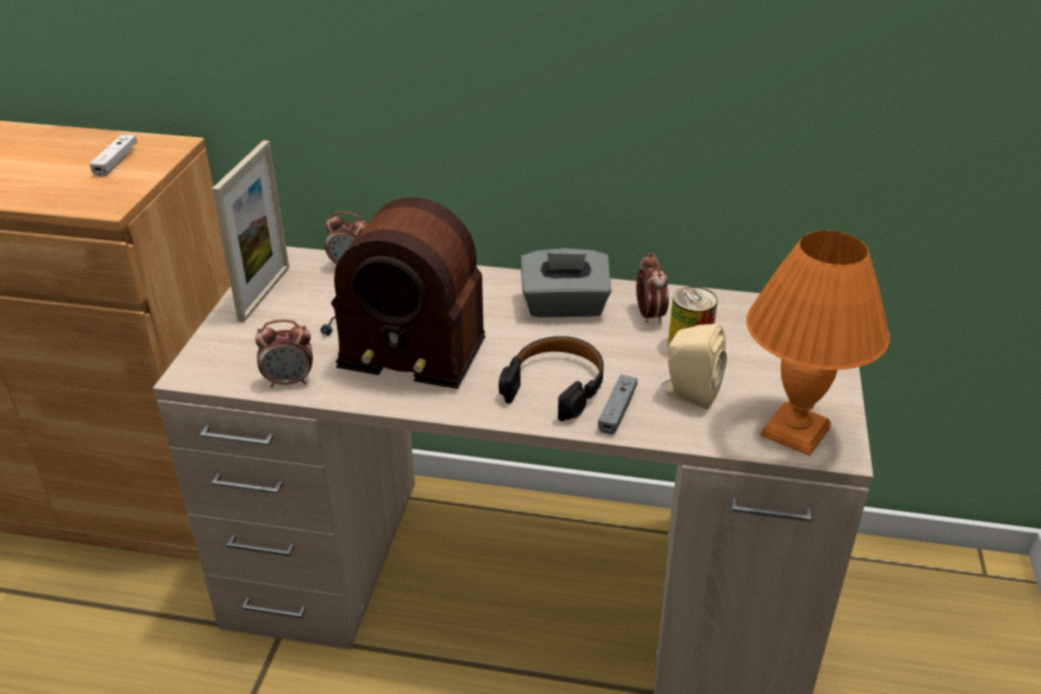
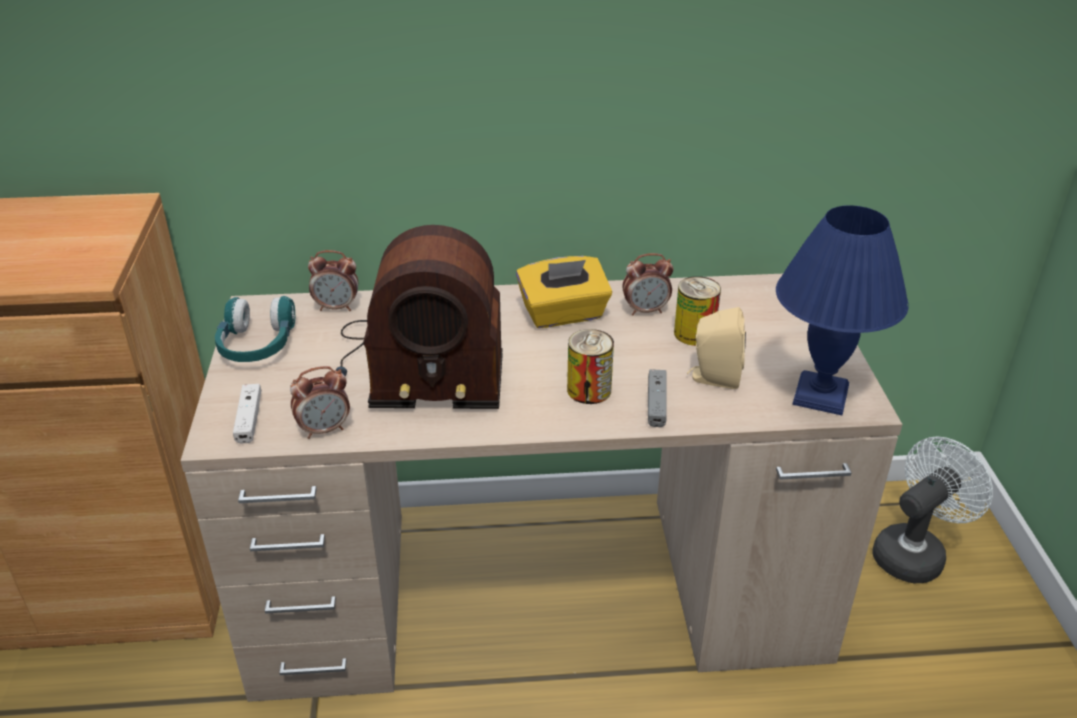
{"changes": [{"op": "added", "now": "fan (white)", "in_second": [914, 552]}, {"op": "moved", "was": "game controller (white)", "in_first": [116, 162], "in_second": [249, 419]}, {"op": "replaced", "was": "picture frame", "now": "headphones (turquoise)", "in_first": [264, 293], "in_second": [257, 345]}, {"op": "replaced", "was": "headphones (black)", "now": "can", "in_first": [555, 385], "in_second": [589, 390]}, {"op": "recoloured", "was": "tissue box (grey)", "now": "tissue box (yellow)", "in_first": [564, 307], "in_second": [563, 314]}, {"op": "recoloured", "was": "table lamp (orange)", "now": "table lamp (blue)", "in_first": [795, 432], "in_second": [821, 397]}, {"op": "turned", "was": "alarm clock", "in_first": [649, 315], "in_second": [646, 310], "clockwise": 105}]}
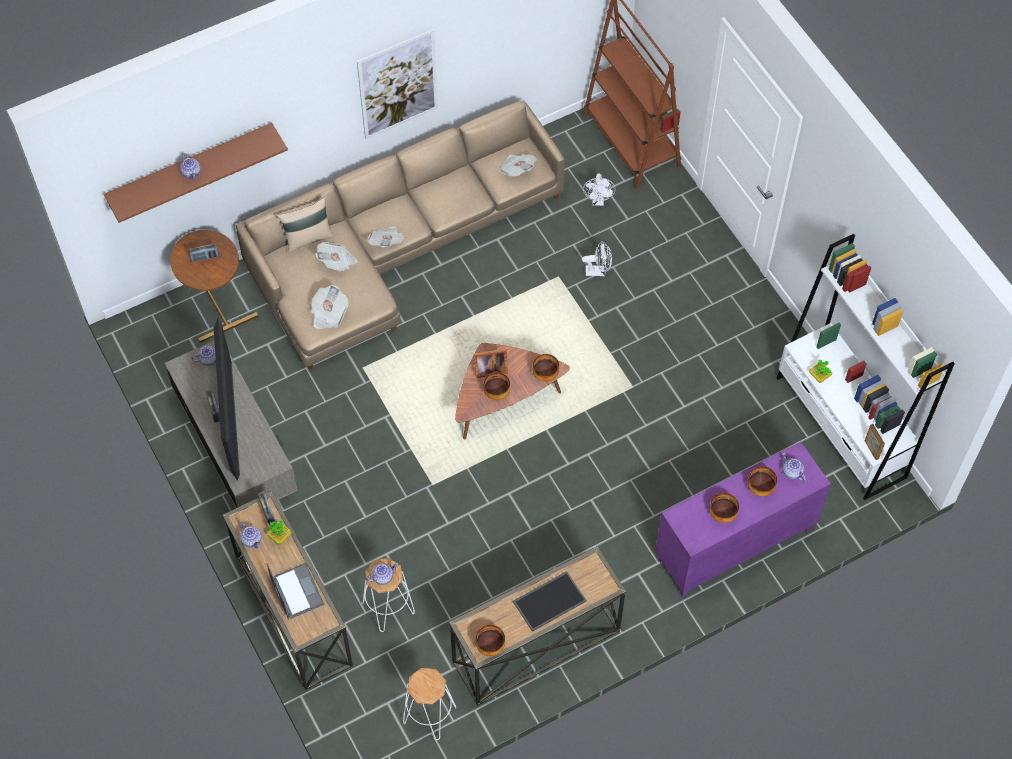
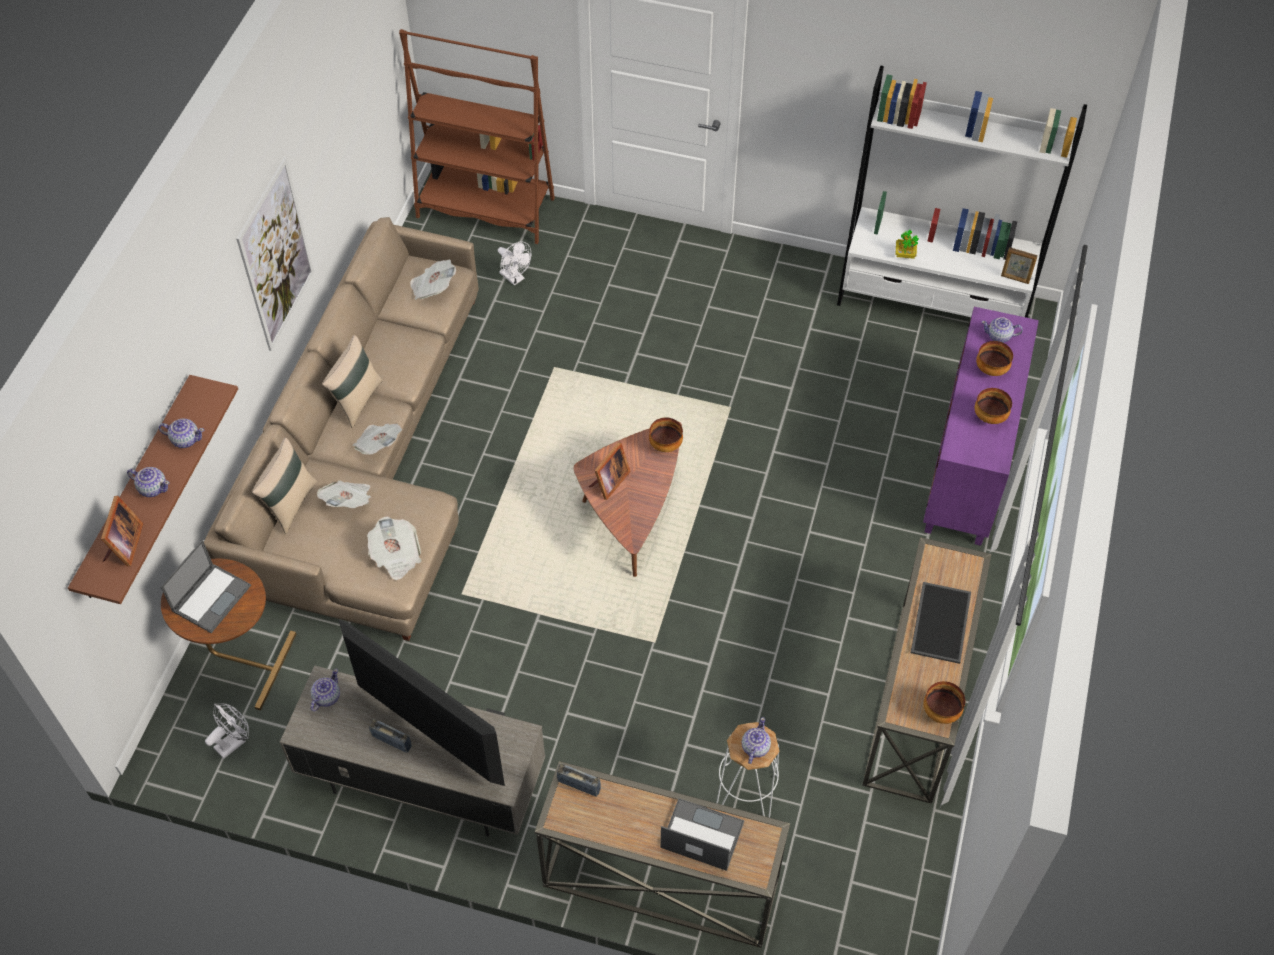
{"changes": [{"op": "removed", "was": "potted plant", "in_first": [280, 536]}, {"op": "removed", "was": "stool (white)", "in_first": [430, 715]}, {"op": "removed", "was": "bowl", "in_first": [497, 393]}, {"op": "added", "now": "picture frame", "in_second": [124, 546]}, {"op": "added", "now": "pillow (beige)", "in_second": [357, 400]}, {"op": "moved", "was": "teapot", "in_first": [252, 539], "in_second": [185, 439]}, {"op": "moved", "was": "fan (white)", "in_first": [598, 271], "in_second": [234, 741]}, {"op": "replaced", "was": "radio", "now": "laptop", "in_first": [205, 257], "in_second": [212, 597]}]}
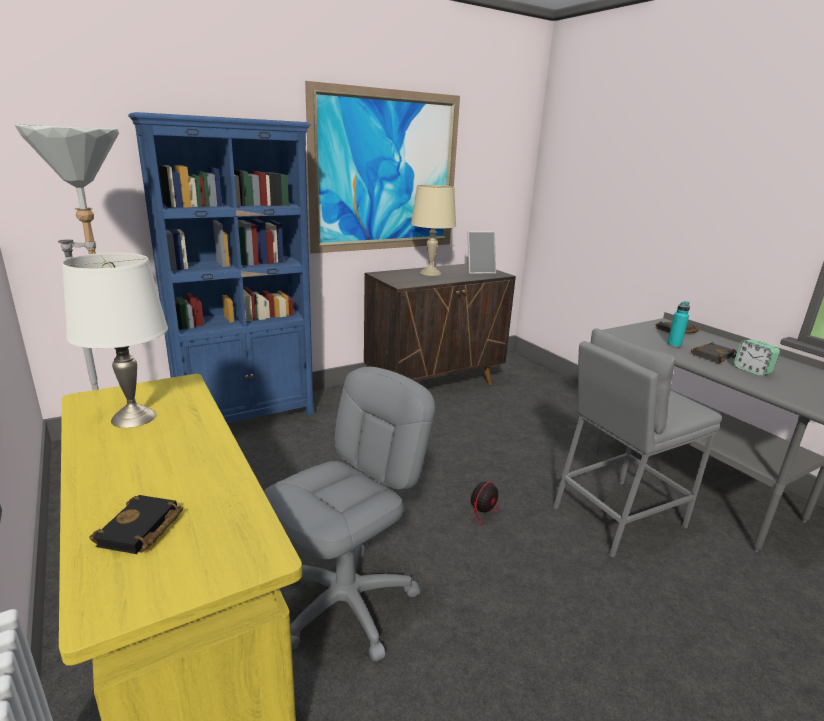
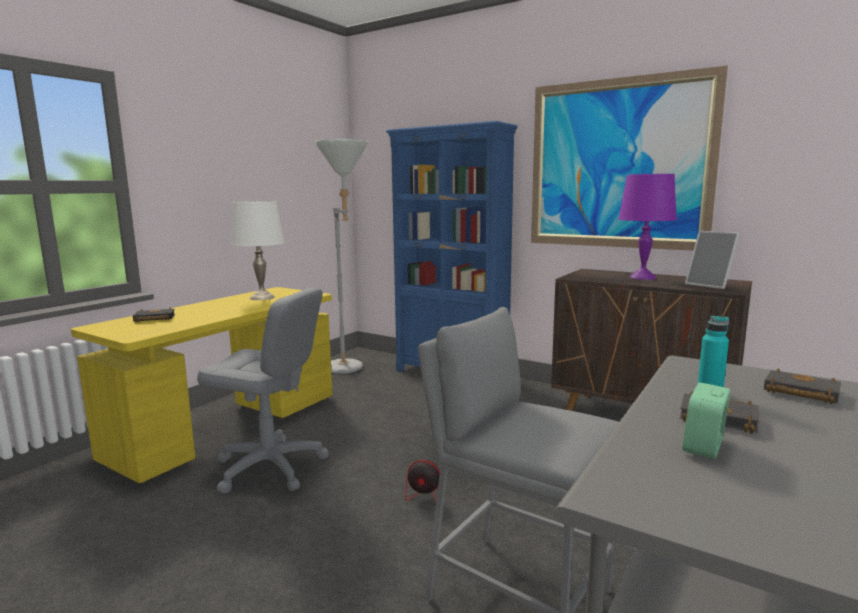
{"changes": [{"op": "recoloured", "was": "table lamp (beige)", "now": "table lamp (purple)", "in_first": [430, 273], "in_second": [642, 277]}]}
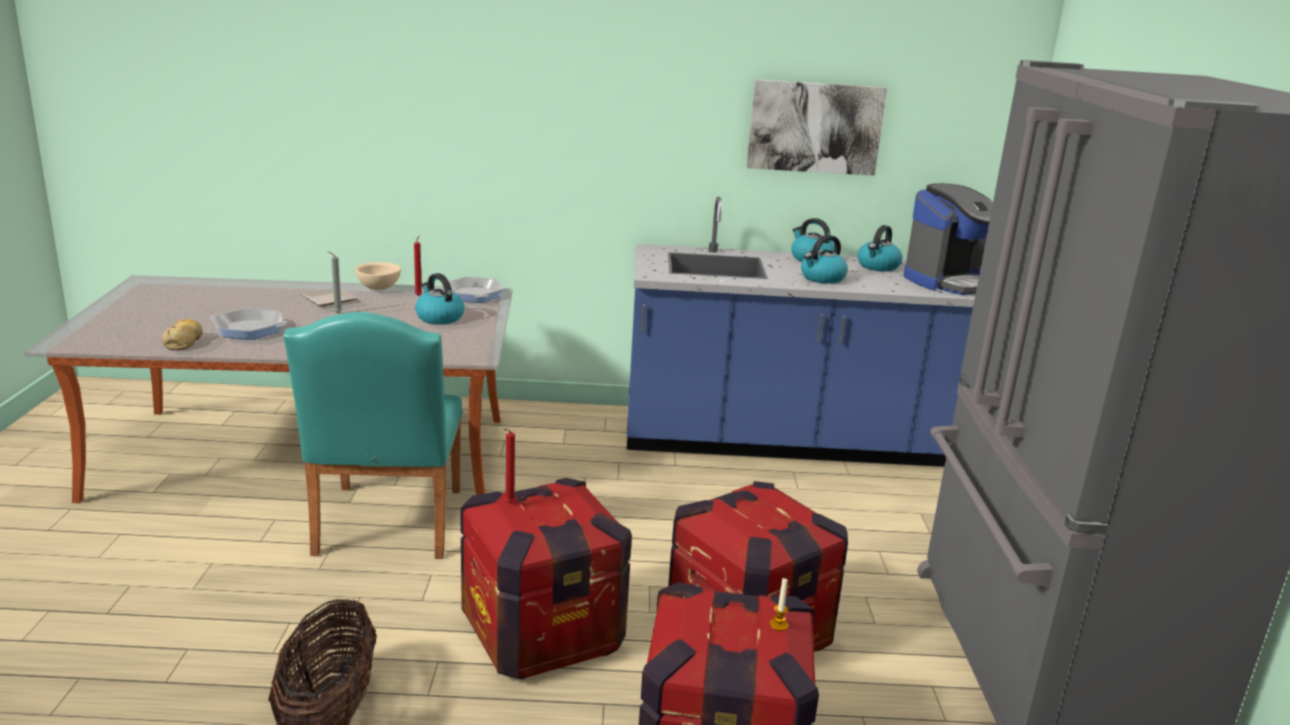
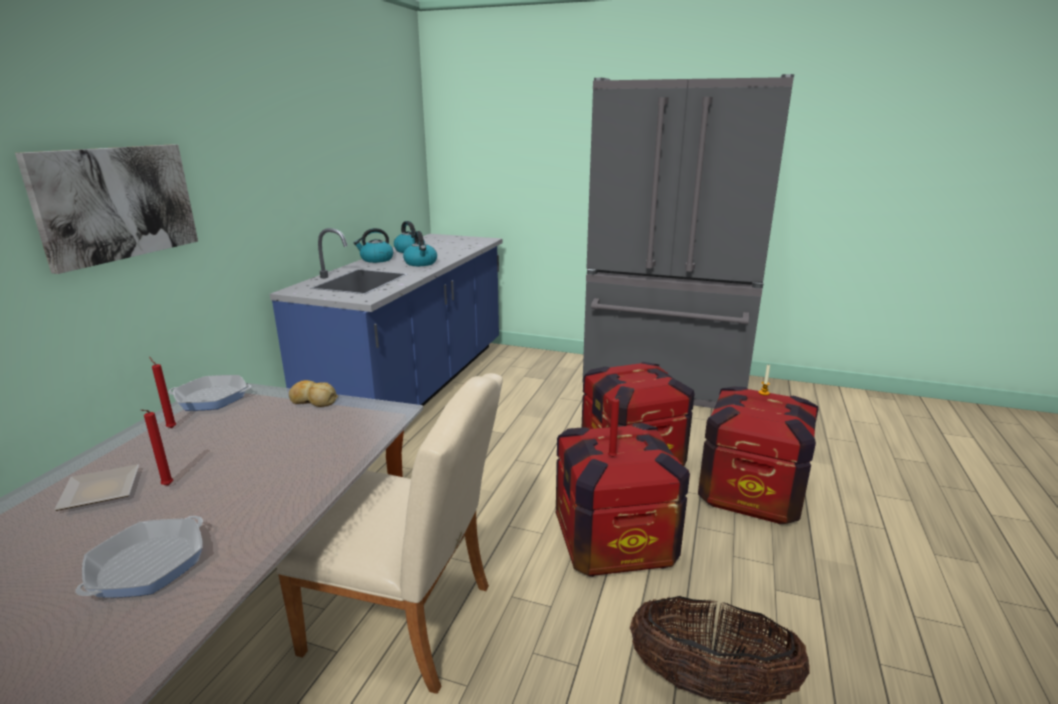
{"changes": [{"op": "removed", "was": "bowl (beige)", "in_first": [378, 288]}, {"op": "removed", "was": "kettle", "in_first": [439, 317]}, {"op": "removed", "was": "coffee machine", "in_first": [951, 281]}, {"op": "moved", "was": "bread", "in_first": [184, 342], "in_second": [313, 400]}, {"op": "moved", "was": "picture", "in_first": [815, 127], "in_second": [116, 203]}, {"op": "recoloured", "was": "chair (turquoise)", "now": "chair (beige)", "in_first": [386, 527], "in_second": [410, 622]}, {"op": "recoloured", "was": "candle (grey)", "now": "candle (red)", "in_first": [336, 313], "in_second": [166, 486]}]}
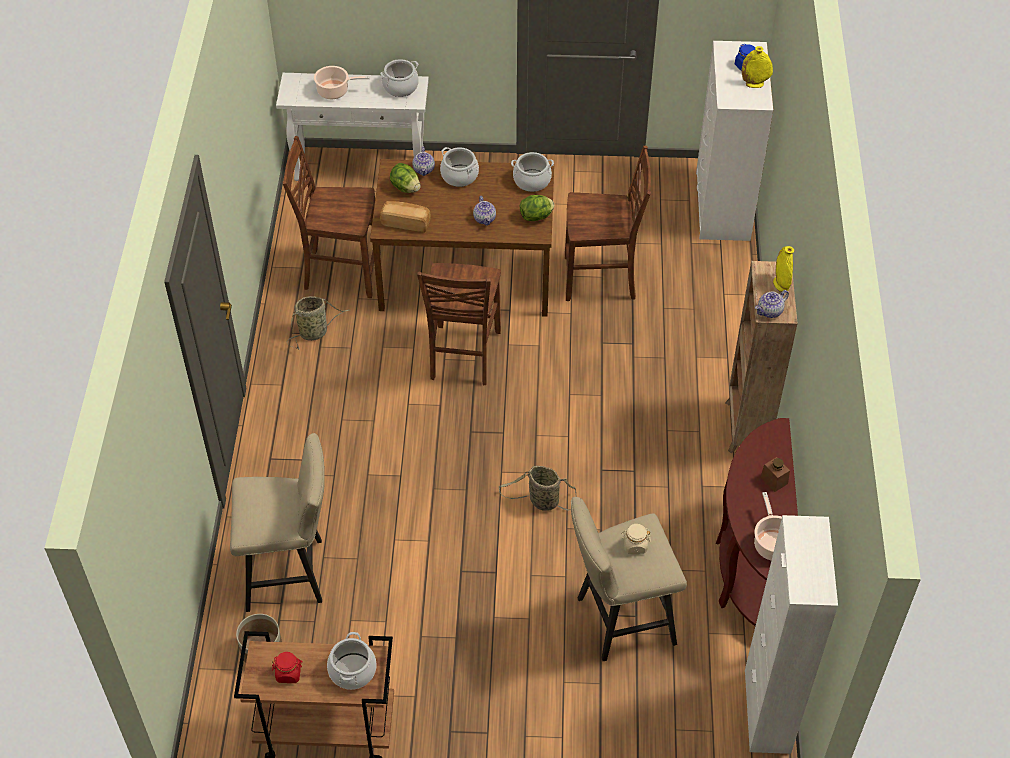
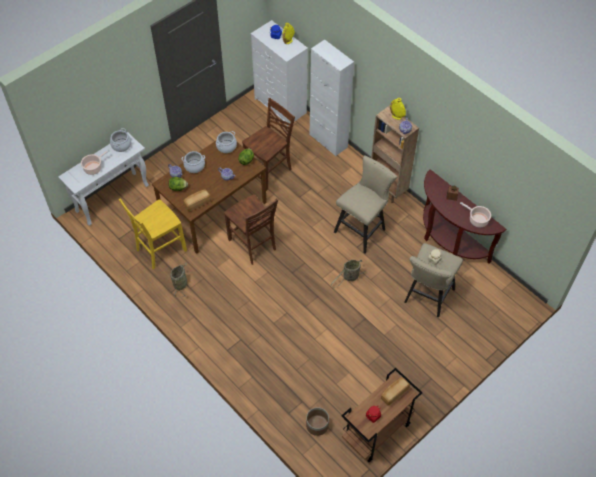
{"changes": [{"op": "moved", "was": "stool (beige)", "in_first": [291, 573], "in_second": [362, 229]}, {"op": "moved", "was": "cabinet (white)", "in_first": [767, 711], "in_second": [328, 141]}, {"op": "replaced", "was": "cooking pot", "now": "bread", "in_first": [352, 671], "in_second": [394, 393]}, {"op": "recoloured", "was": "chair (brown)", "now": "chair (yellow)", "in_first": [340, 272], "in_second": [159, 250]}]}
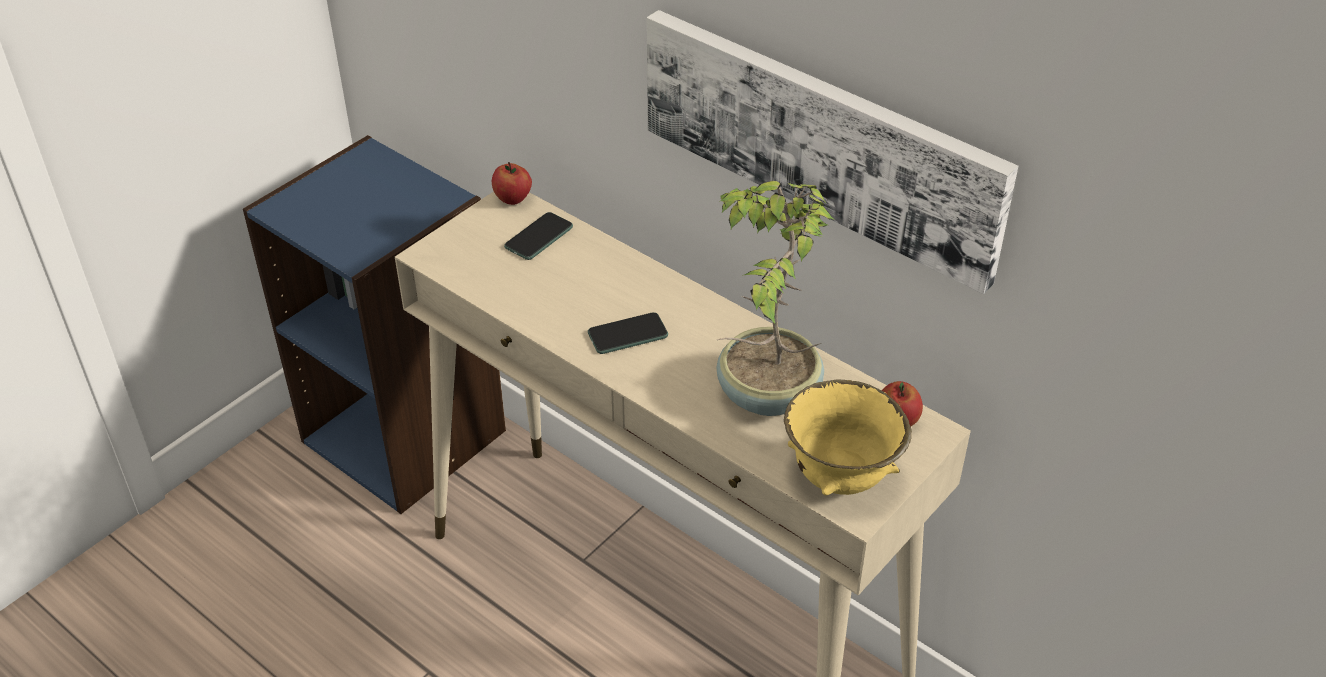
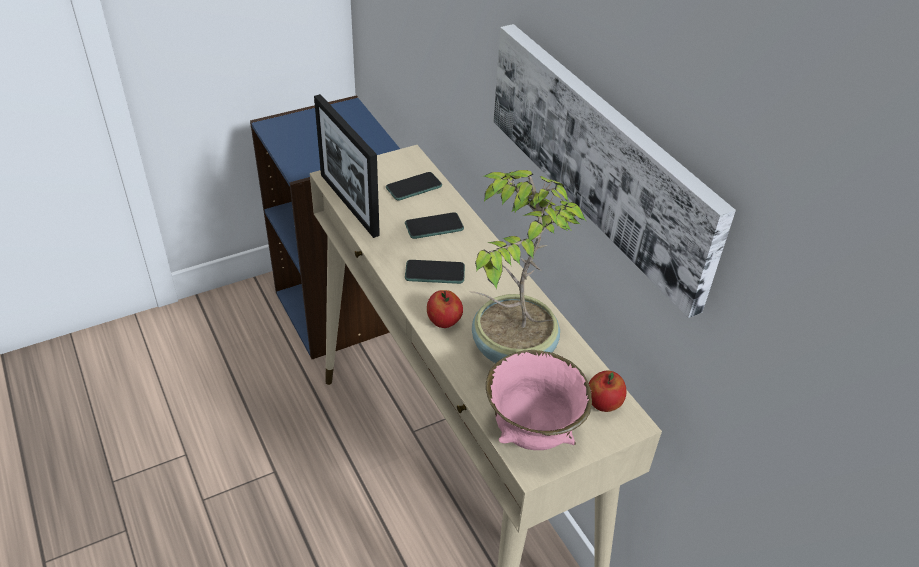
{"changes": [{"op": "added", "now": "picture frame", "in_second": [349, 204]}, {"op": "added", "now": "phone", "in_second": [434, 226]}, {"op": "moved", "was": "apple", "in_first": [513, 199], "in_second": [444, 322]}, {"op": "recoloured", "was": "bowl (yellow)", "now": "bowl (pink)", "in_first": [839, 479], "in_second": [531, 434]}]}
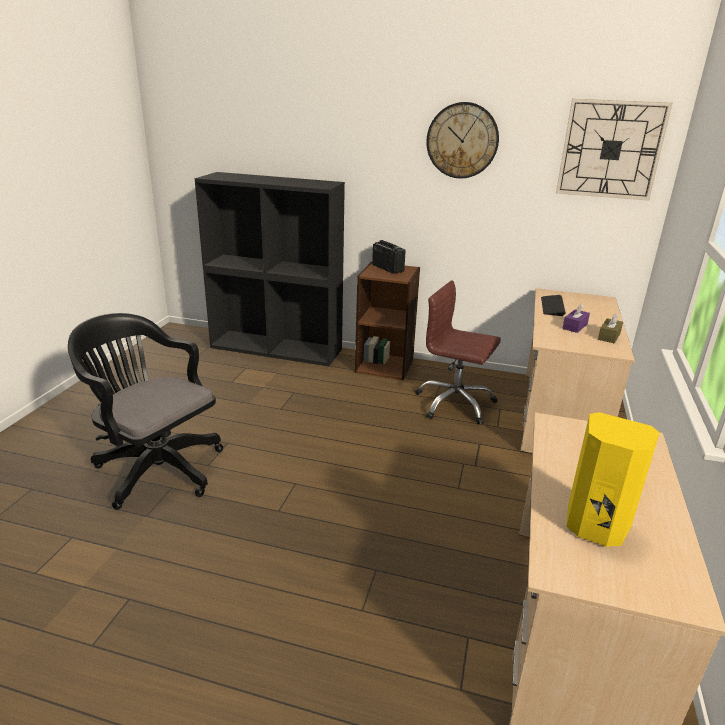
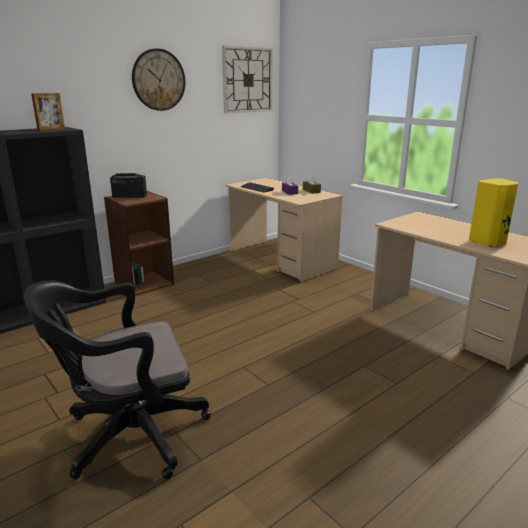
{"changes": [{"op": "removed", "was": "office chair (brown)", "in_first": [454, 404]}, {"op": "added", "now": "picture frame", "in_second": [51, 129]}]}
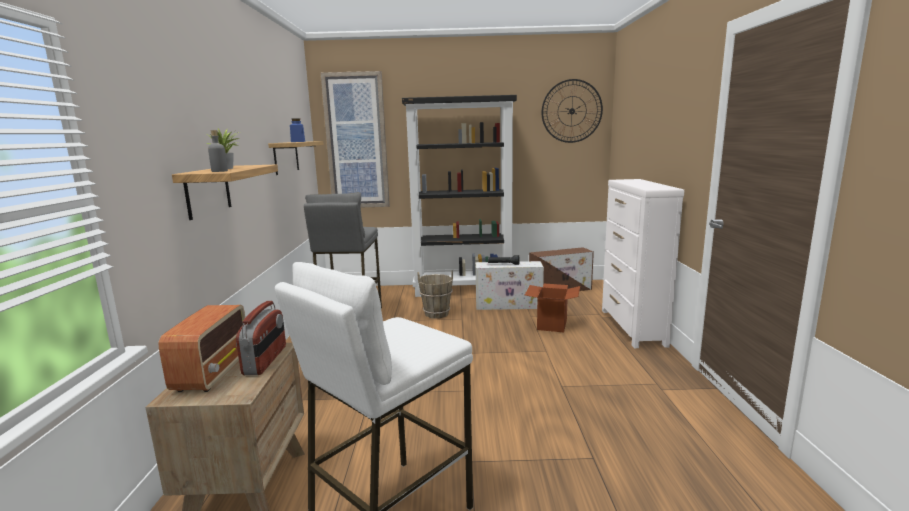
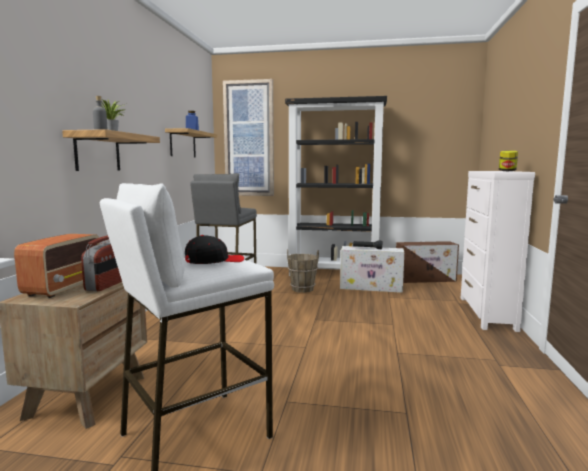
{"changes": [{"op": "removed", "was": "cardboard box", "in_first": [552, 324]}, {"op": "removed", "was": "wall clock", "in_first": [571, 111]}, {"op": "added", "now": "cap (black)", "in_second": [214, 261]}, {"op": "added", "now": "jar", "in_second": [507, 171]}]}
